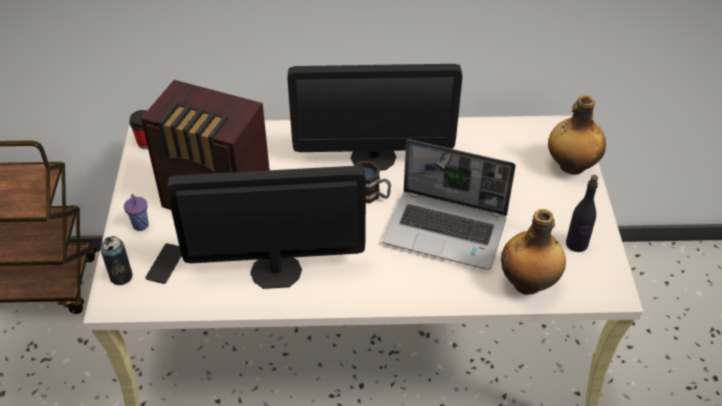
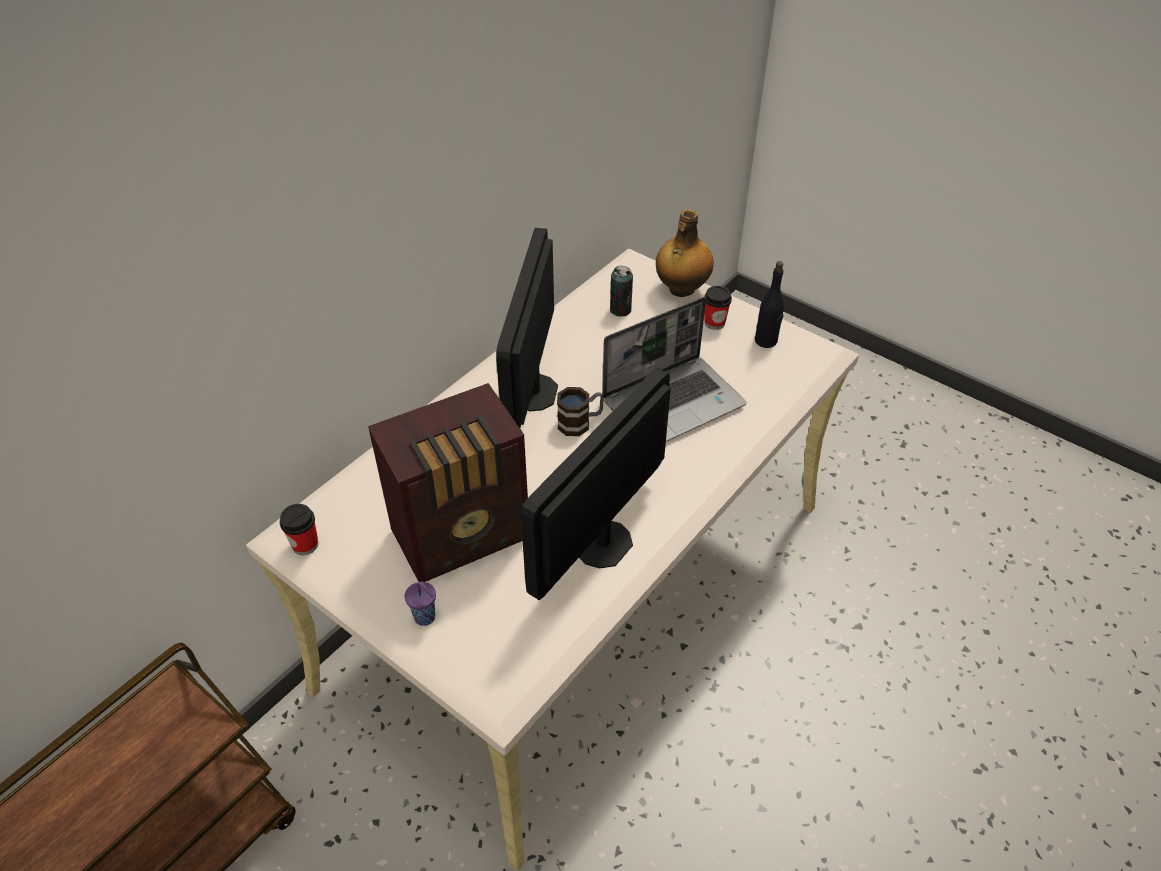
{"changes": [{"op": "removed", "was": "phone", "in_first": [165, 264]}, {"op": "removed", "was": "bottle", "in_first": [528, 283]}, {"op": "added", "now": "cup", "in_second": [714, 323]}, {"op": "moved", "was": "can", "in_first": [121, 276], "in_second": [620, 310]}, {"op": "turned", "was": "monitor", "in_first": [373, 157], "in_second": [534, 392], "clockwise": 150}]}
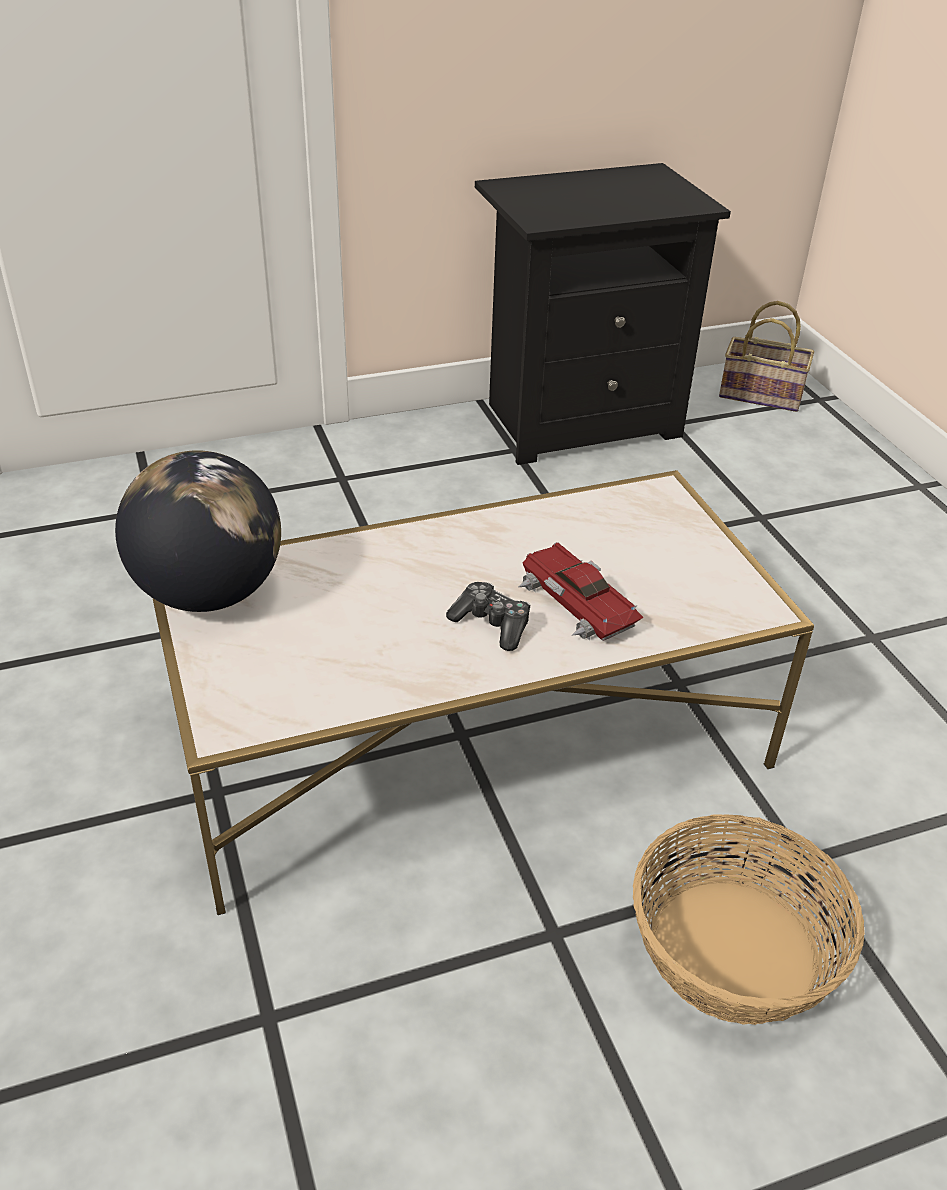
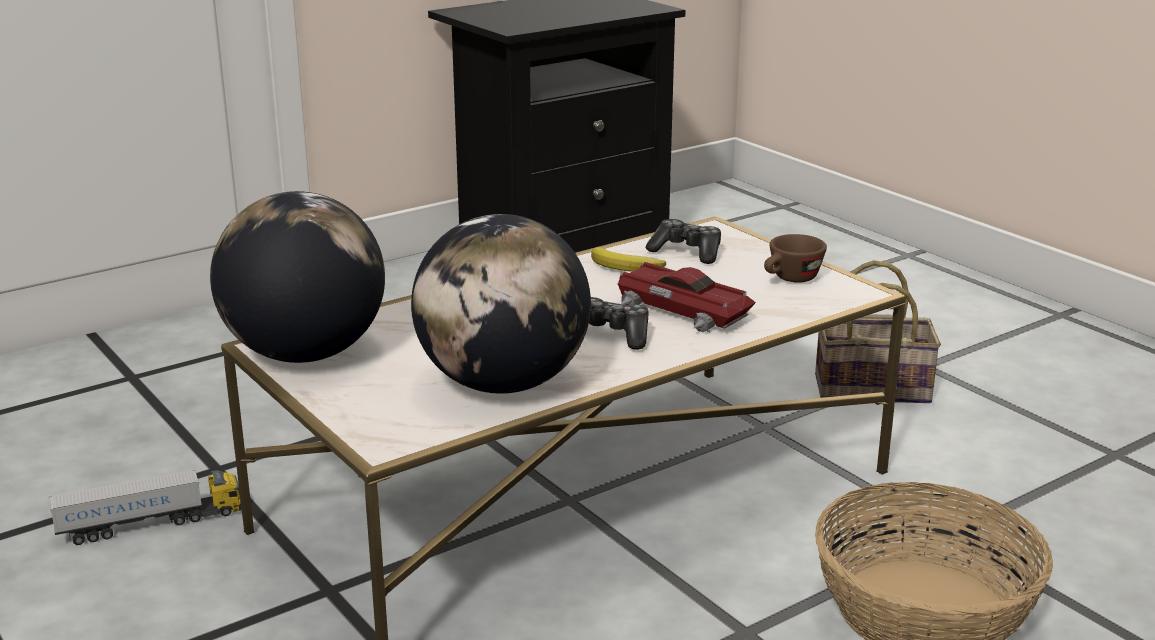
{"changes": [{"op": "added", "now": "toy truck", "in_second": [151, 524]}, {"op": "added", "now": "globe", "in_second": [503, 384]}, {"op": "added", "now": "banana", "in_second": [626, 267]}, {"op": "added", "now": "game controller", "in_second": [687, 252]}, {"op": "added", "now": "cup (brown)", "in_second": [790, 279]}, {"op": "moved", "was": "basket", "in_first": [763, 395], "in_second": [874, 388]}]}
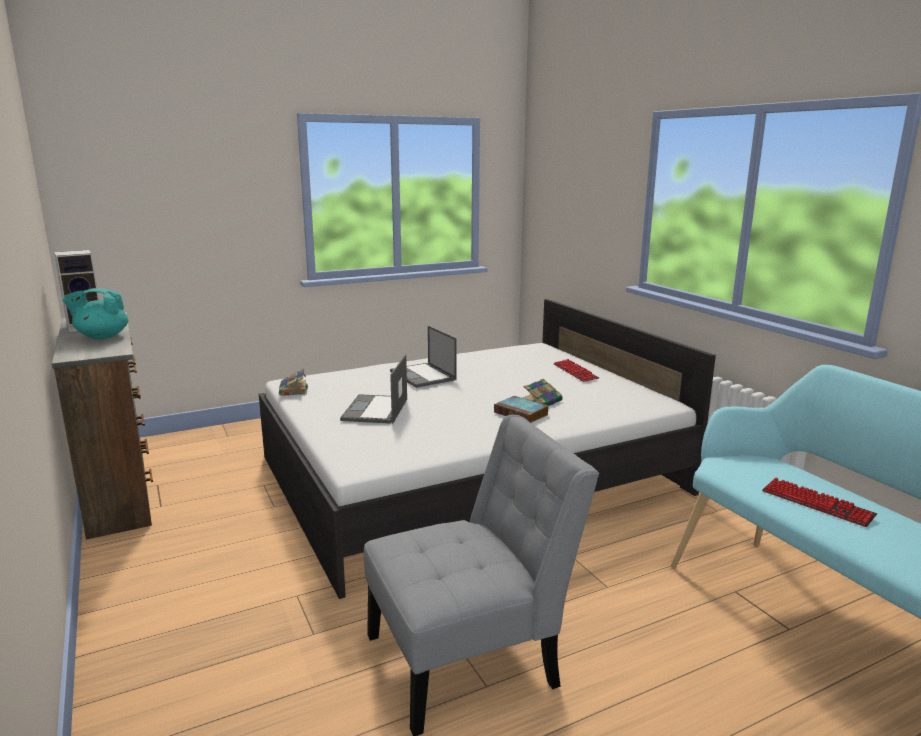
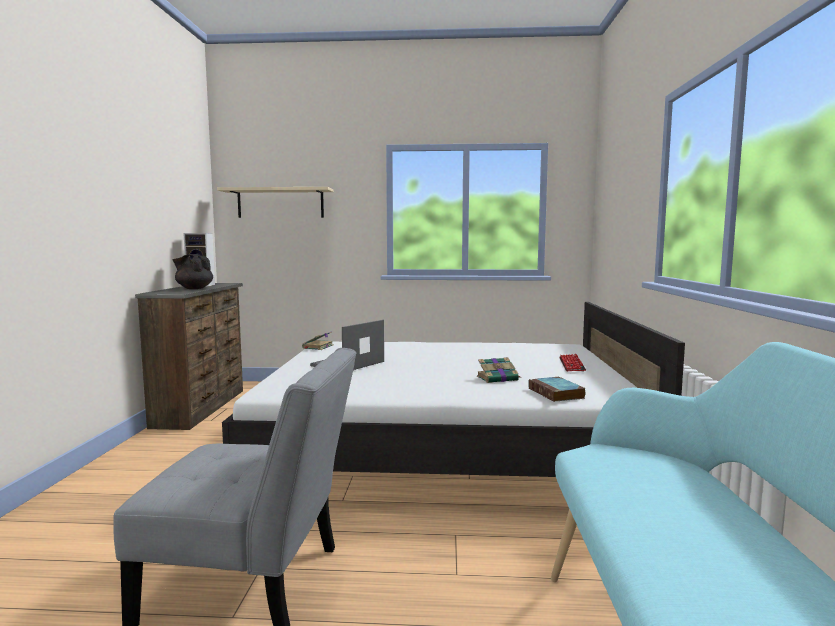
{"changes": [{"op": "removed", "was": "laptop", "in_first": [423, 376]}, {"op": "removed", "was": "keyboard", "in_first": [817, 504]}, {"op": "added", "now": "shelf (beige)", "in_second": [280, 203]}, {"op": "moved", "was": "book", "in_first": [522, 413], "in_second": [557, 393]}, {"op": "recoloured", "was": "teapot (turquoise)", "now": "teapot (black)", "in_first": [101, 337], "in_second": [194, 288]}]}
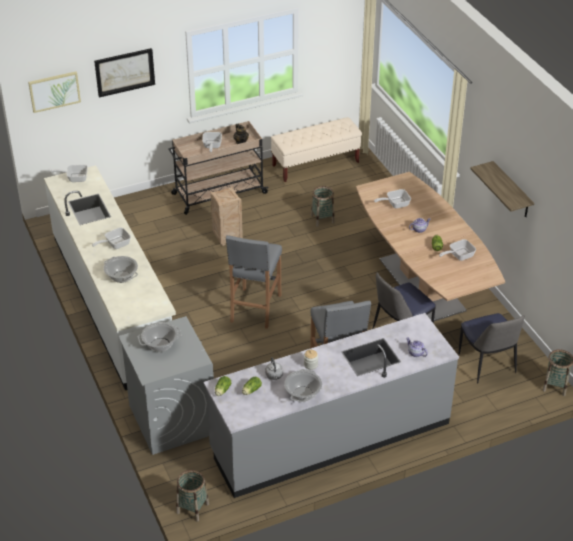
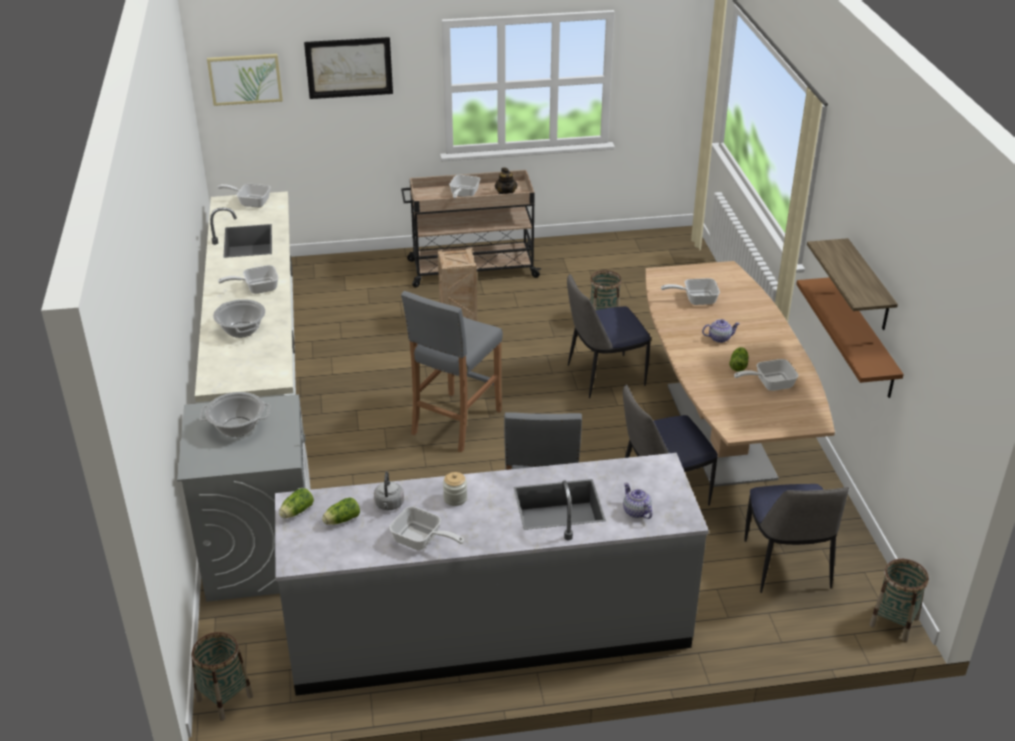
{"changes": [{"op": "removed", "was": "bench (beige)", "in_first": [316, 164]}, {"op": "added", "now": "chair", "in_second": [603, 376]}, {"op": "added", "now": "shelf (brown)", "in_second": [864, 338]}, {"op": "replaced", "was": "cooking pot", "now": "frying pan", "in_first": [303, 394], "in_second": [421, 541]}]}
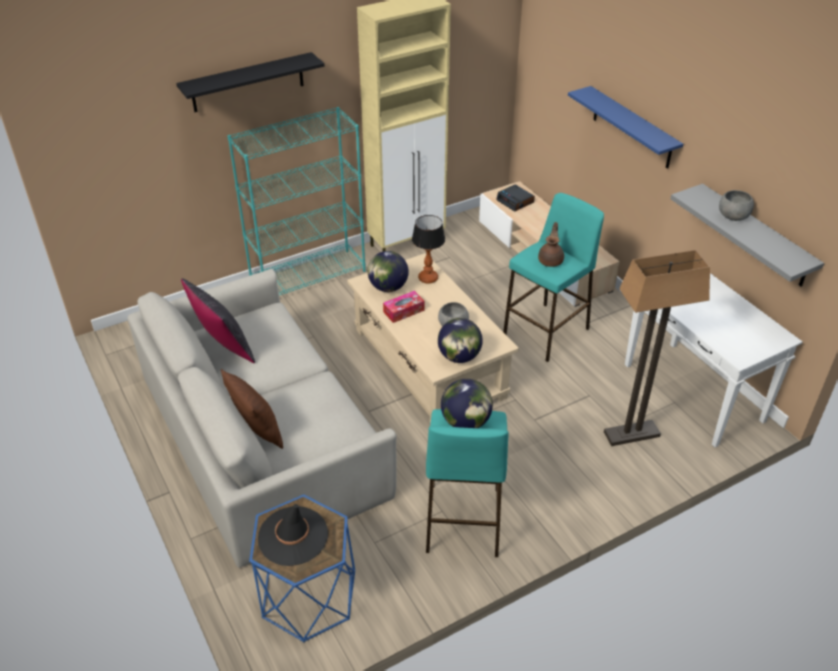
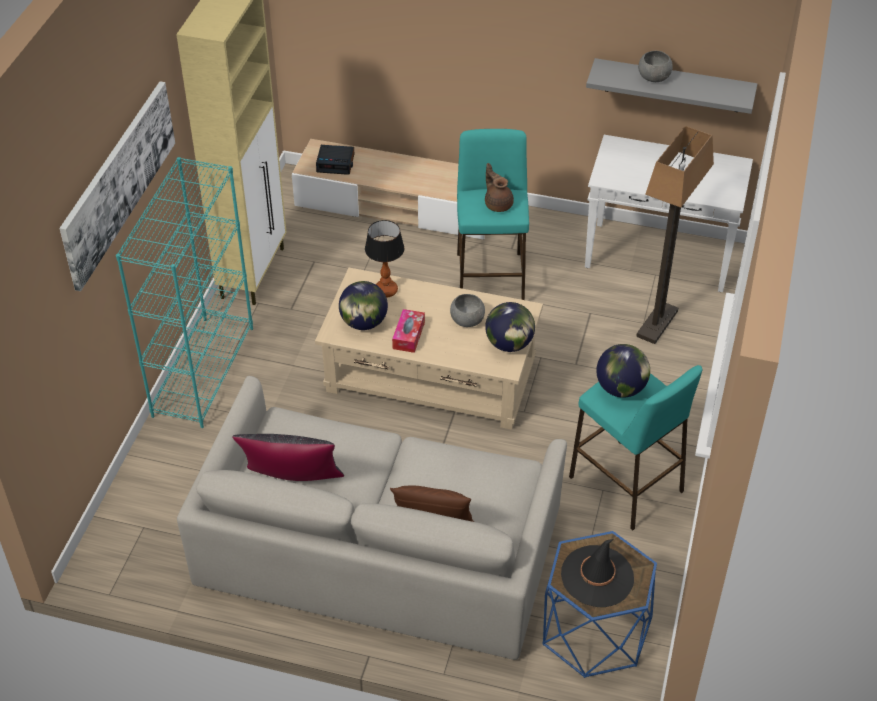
{"changes": [{"op": "removed", "was": "shelf (blue)", "in_first": [632, 128]}, {"op": "replaced", "was": "shelf (black)", "now": "picture", "in_first": [248, 82], "in_second": [118, 182]}]}
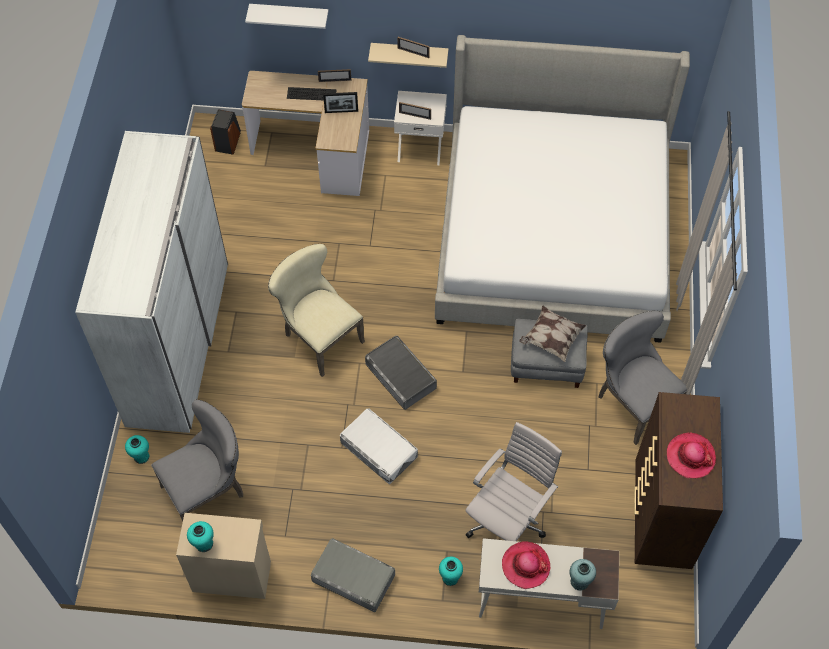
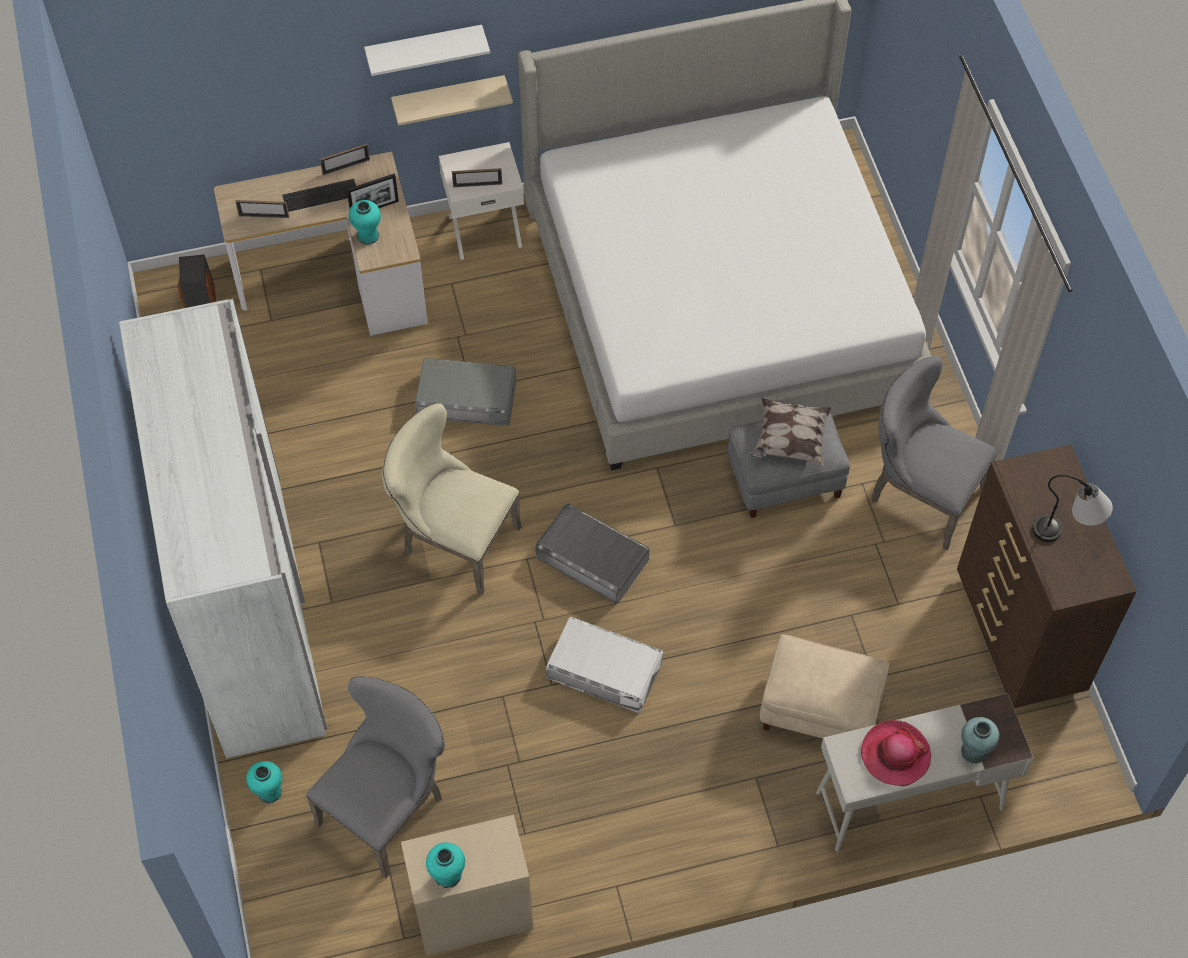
{"changes": [{"op": "moved", "was": "shelf (white)", "in_first": [289, 15], "in_second": [424, 49]}, {"op": "moved", "was": "storage box (grey)", "in_first": [353, 578], "in_second": [466, 398]}, {"op": "moved", "was": "picture frame", "in_first": [413, 52], "in_second": [264, 216]}, {"op": "moved", "was": "vase (turquoise)", "in_first": [450, 577], "in_second": [368, 236]}, {"op": "replaced", "was": "office chair (white)", "now": "ottoman (beige)", "in_first": [508, 521], "in_second": [821, 709]}, {"op": "replaced", "was": "hat", "now": "table lamp", "in_first": [690, 456], "in_second": [1066, 534]}]}
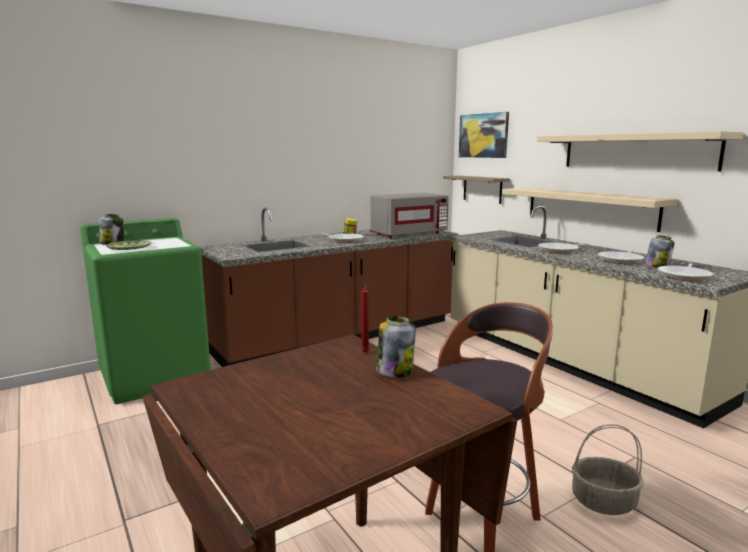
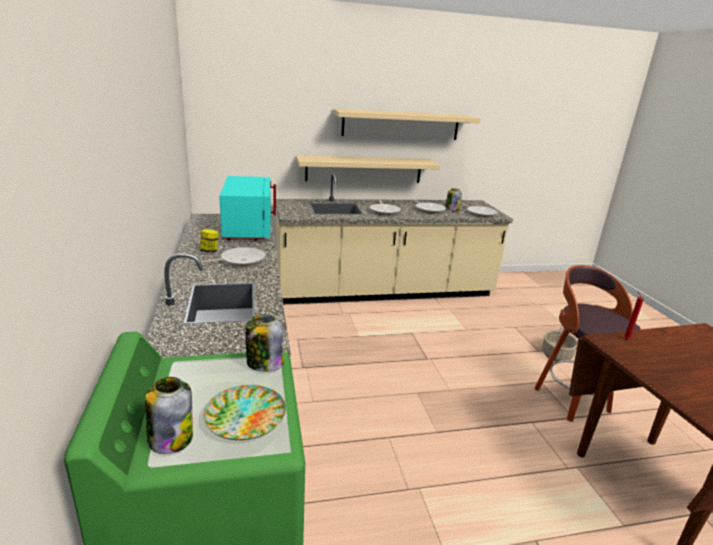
{"changes": [{"op": "removed", "was": "shelf", "in_first": [482, 189]}, {"op": "removed", "was": "picture", "in_first": [483, 135]}, {"op": "moved", "was": "jar", "in_first": [394, 371], "in_second": [264, 363]}, {"op": "recoloured", "was": "microwave (grey)", "now": "microwave (turquoise)", "in_first": [408, 234], "in_second": [247, 229]}]}
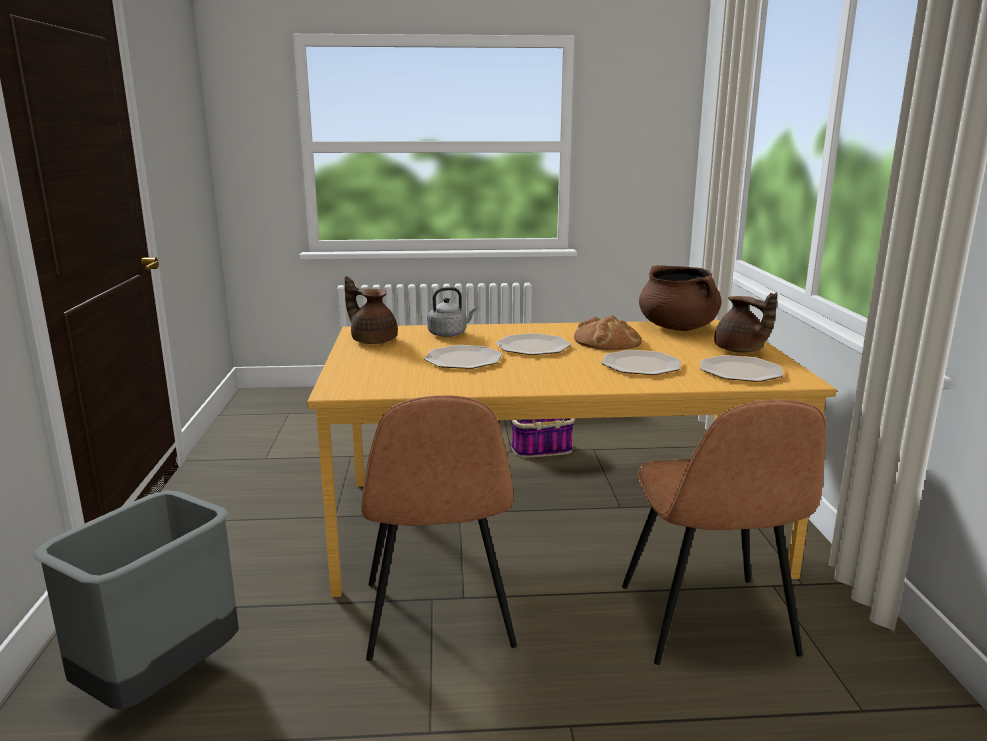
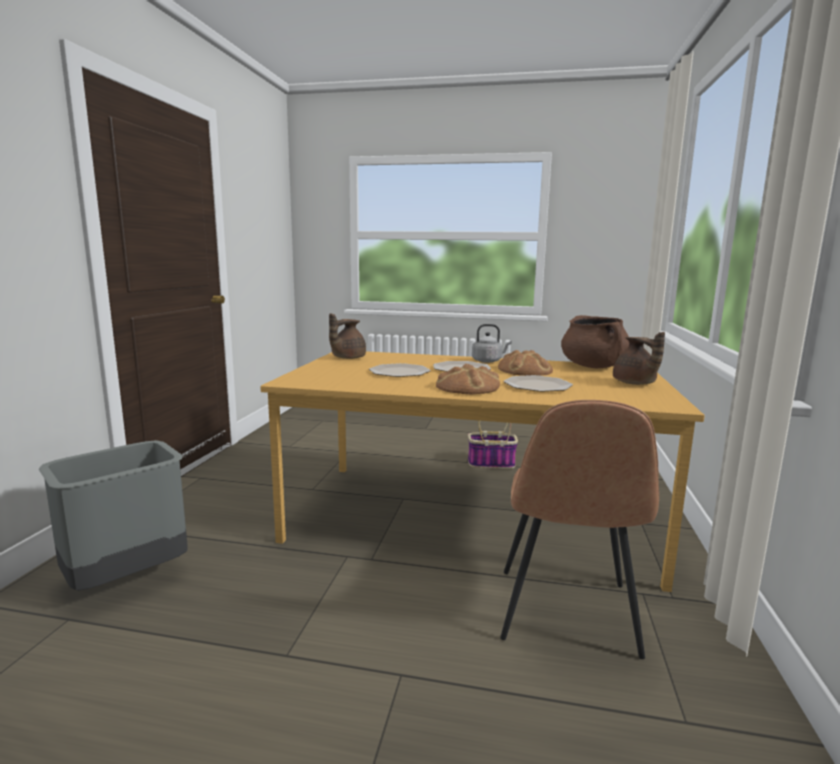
{"changes": [{"op": "removed", "was": "chair (brown)", "in_first": [437, 617]}, {"op": "removed", "was": "plate", "in_first": [741, 371]}, {"op": "added", "now": "bread", "in_second": [467, 387]}, {"op": "moved", "was": "kettle (grey)", "in_first": [449, 334], "in_second": [488, 361]}, {"op": "turned", "was": "teapot (brown)", "in_first": [373, 340], "in_second": [347, 358], "clockwise": -105}]}
